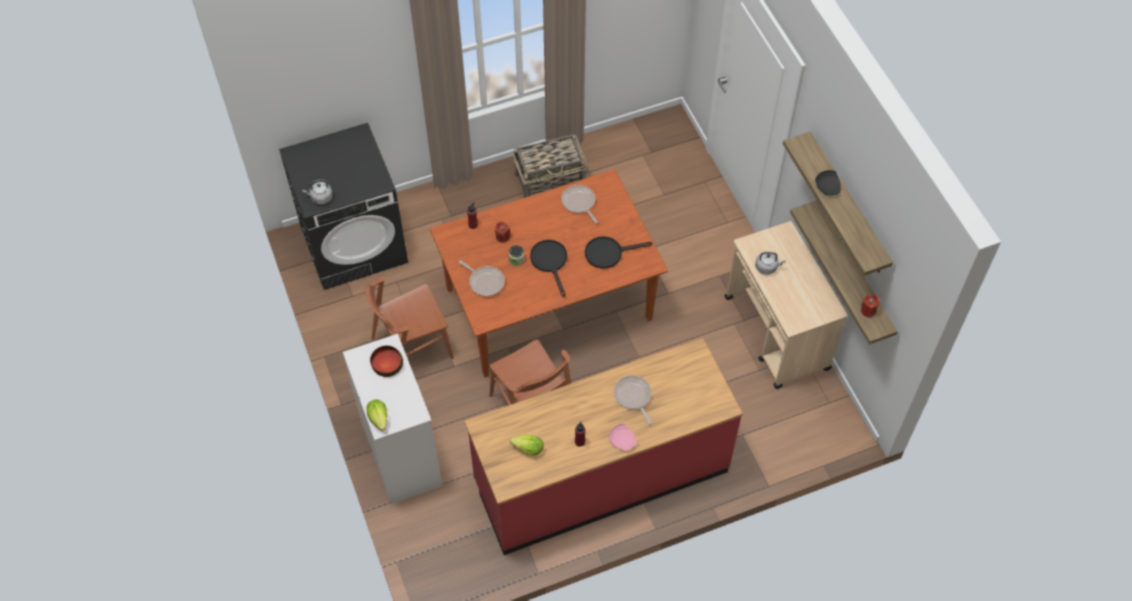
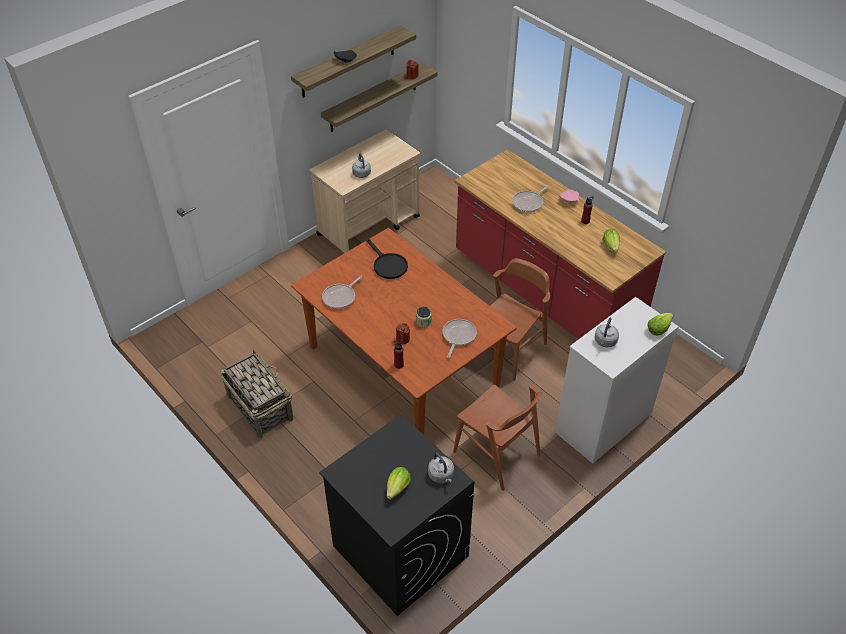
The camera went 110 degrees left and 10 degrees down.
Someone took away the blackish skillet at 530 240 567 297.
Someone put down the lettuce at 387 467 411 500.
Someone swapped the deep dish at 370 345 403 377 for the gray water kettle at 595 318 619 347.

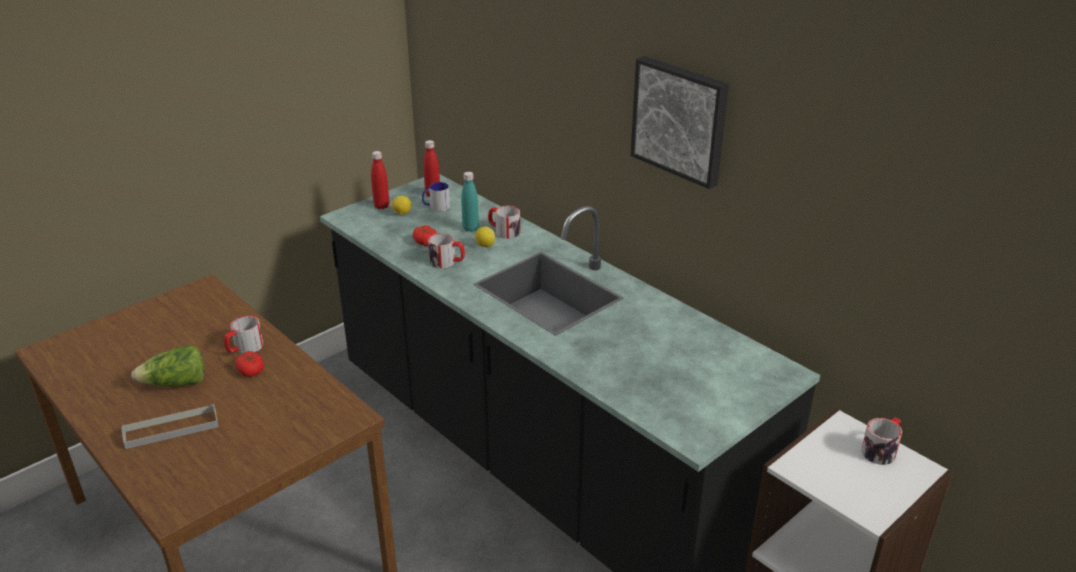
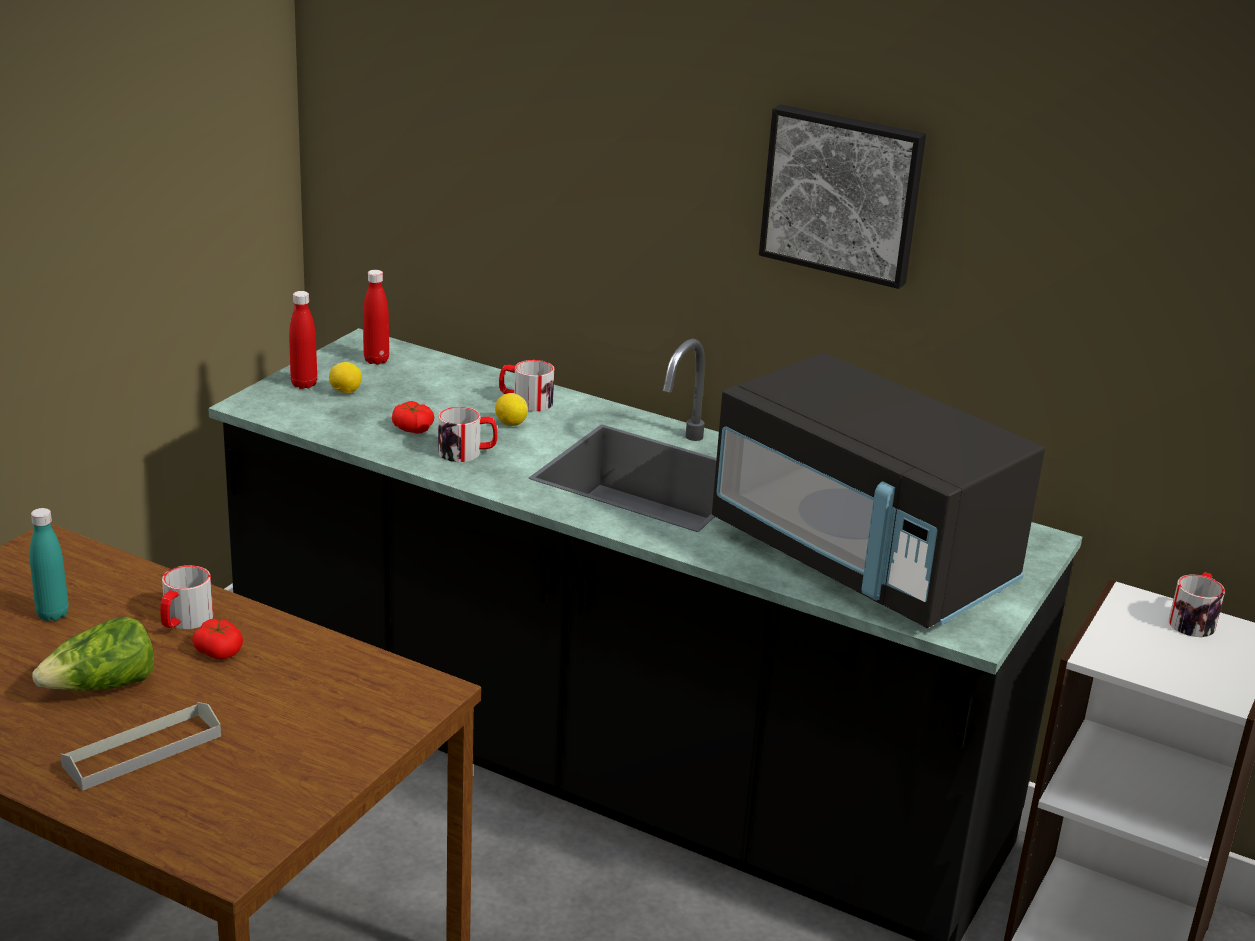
The camera went 20 degrees left and 5 degrees down.
Someone took away the tea mug at 422 182 450 212.
Someone put down the blackish kitchen microwave at 712 353 1045 628.
Someone carried the turquoise-coloured beverage bottle from 461 172 479 232 to 30 508 69 621.

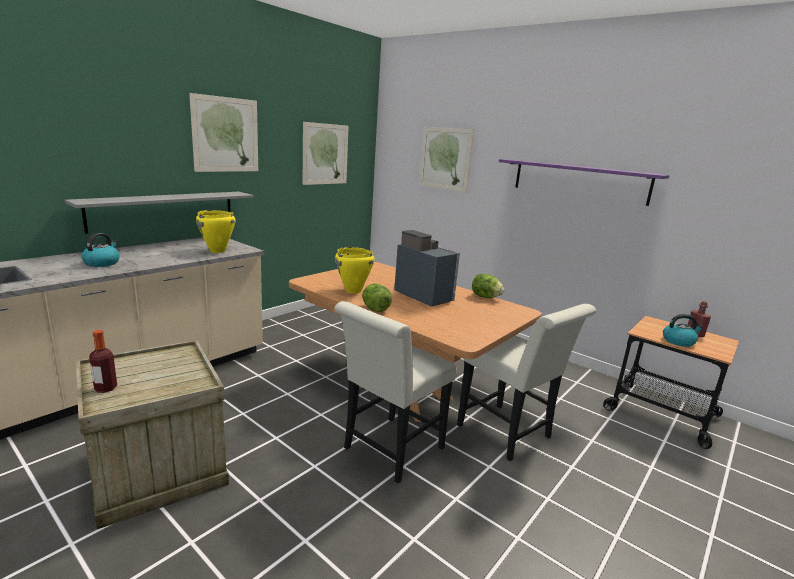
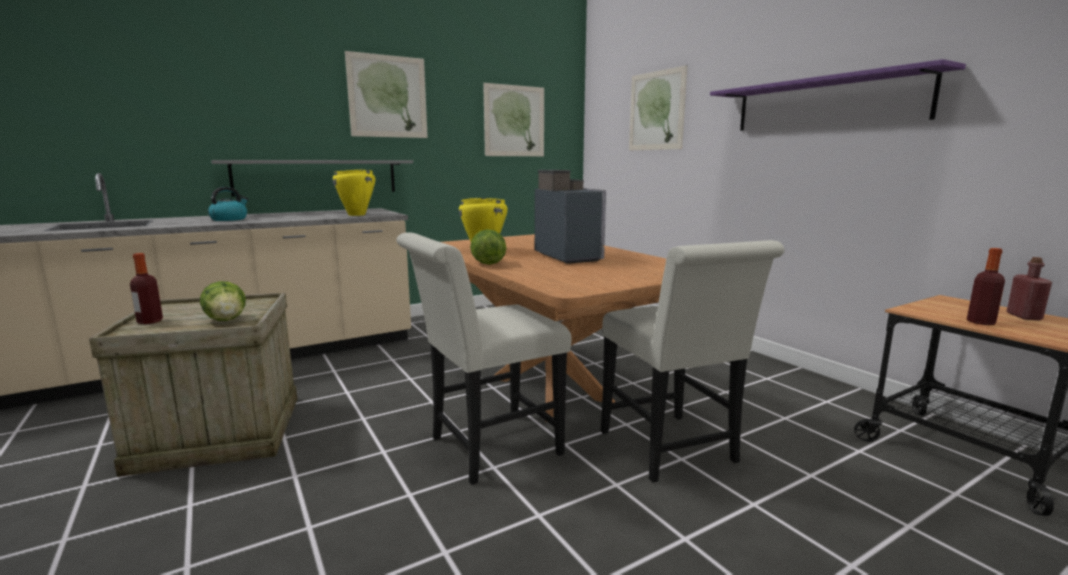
The camera went 20 degrees right and 5 degrees down.
Someone carried the lettuce from 472 274 504 298 to 200 281 246 321.
Someone swapped the water kettle at 663 314 703 347 for the beverage bottle at 967 248 1005 325.

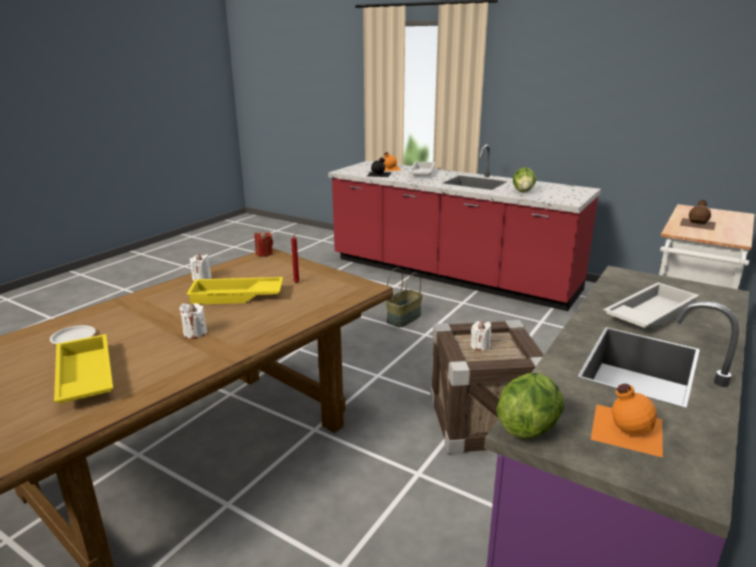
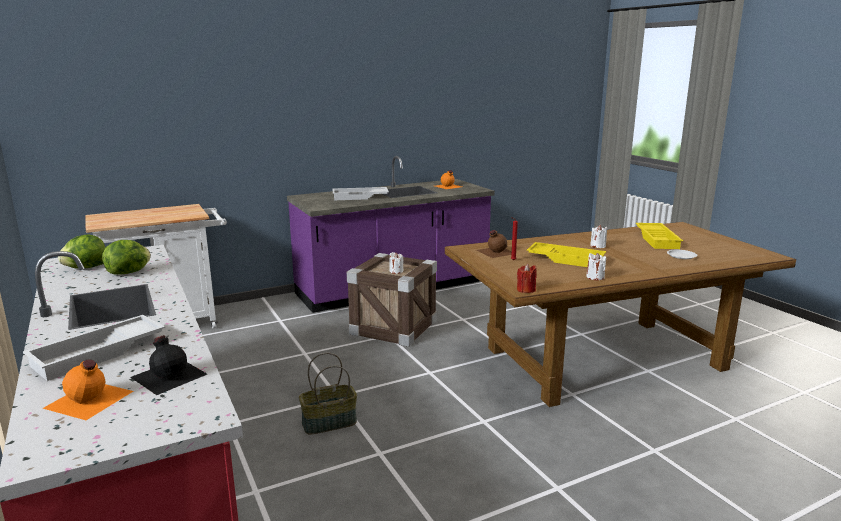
The camera went 150 degrees left and 5 degrees down.
Someone carried the lettuce from 497 373 564 439 to 58 235 106 269.
Someone carried the brown-coloured beverage bottle from 680 200 716 230 to 476 230 517 258.

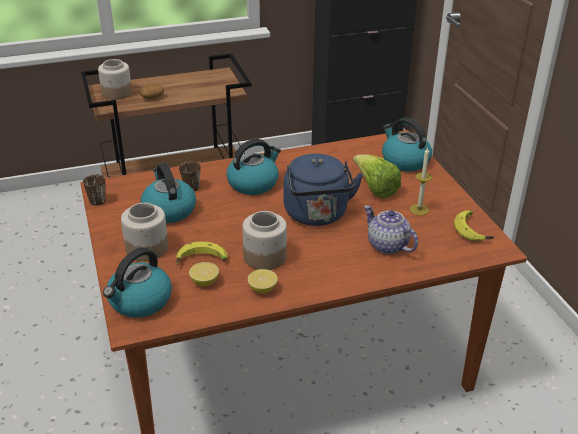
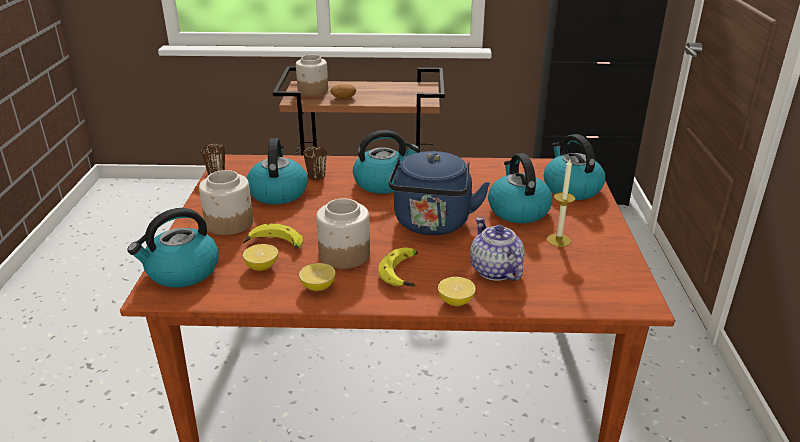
The camera went 20 degrees right and 5 degrees down.
Someone put down the lemon at 438 277 476 306.
Someone carried the whole banana from 454 210 494 241 to 378 248 418 287.
Someone swapped the lettuce at 353 154 401 199 for the water kettle at 488 153 553 223.

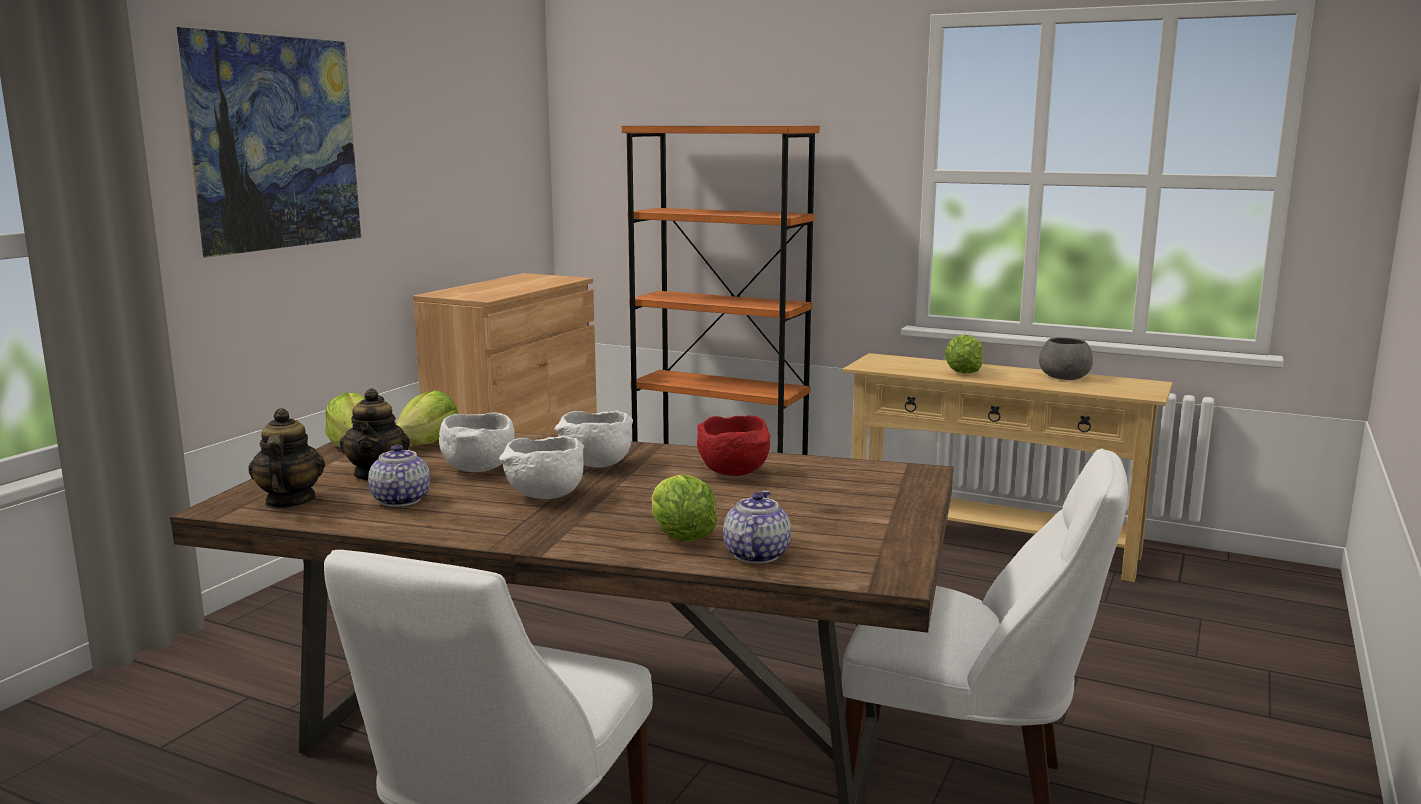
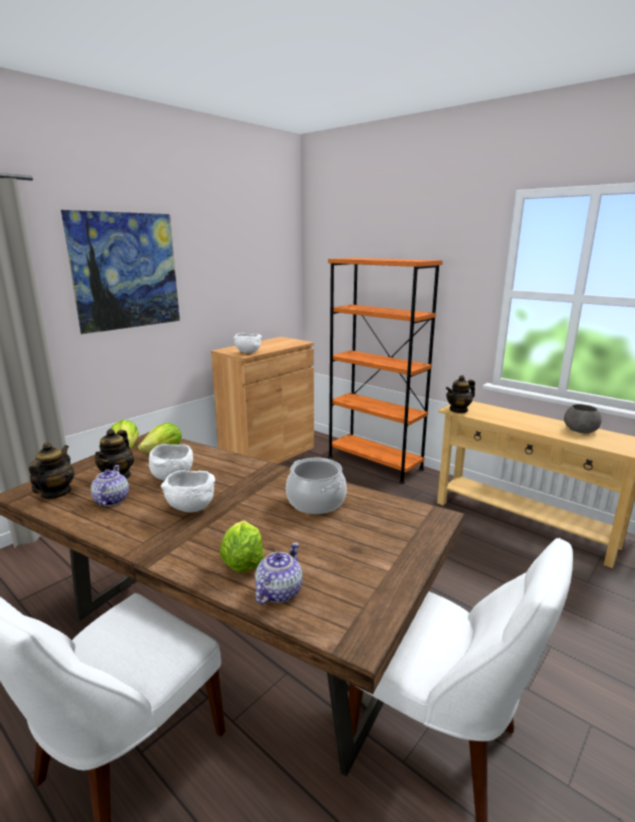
The camera went 15 degrees right and 5 degrees up.
Someone took away the lettuce at 945 335 983 373.
Someone put down the pot for tea at 446 375 475 413.
Someone carried the white deep dish from 555 410 633 468 to 233 333 262 353.
Someone swapped the reddish deep dish at 697 415 770 476 for the stockpot at 286 458 347 514.

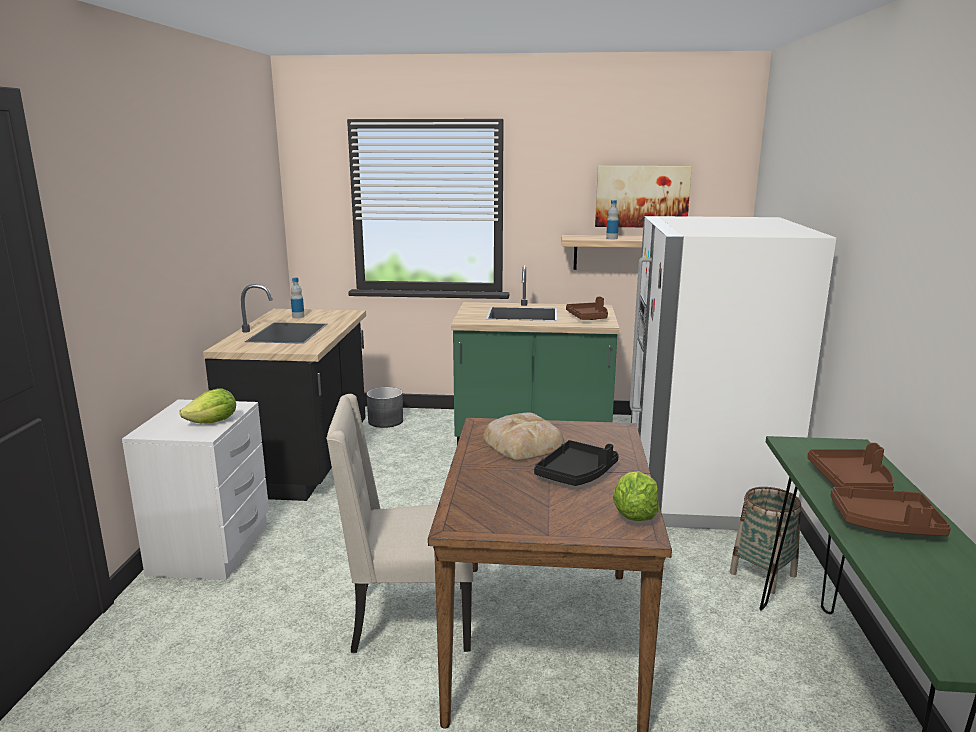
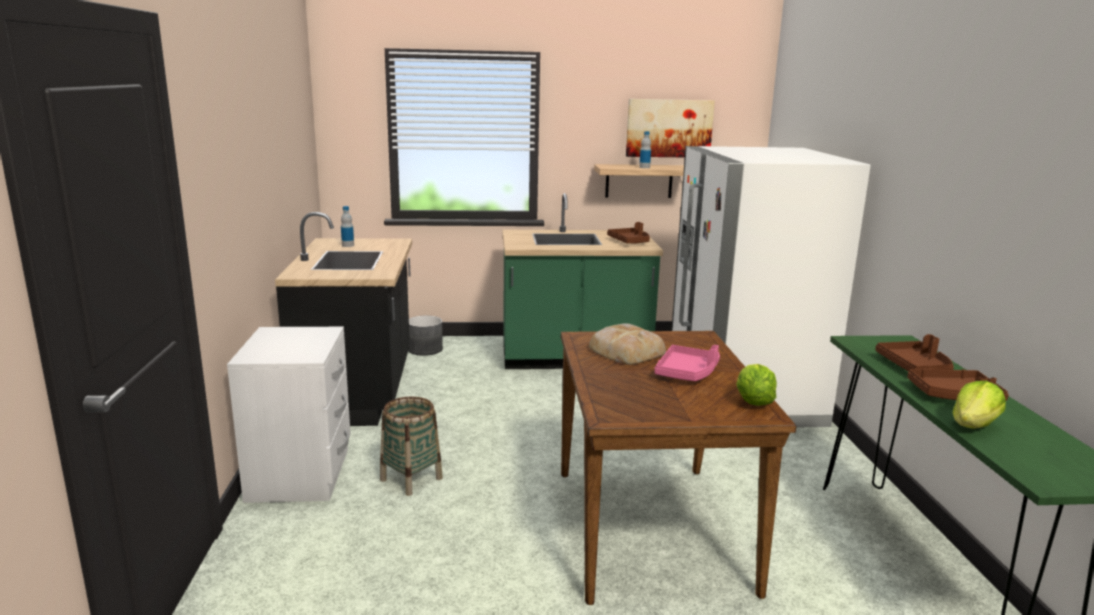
The camera went 10 degrees left and 0 degrees up.
Someone took away the beige chair at 326 394 473 653.
Someone carried the lettuce from 179 389 236 423 to 953 381 1006 429.
Someone carried the basket from 729 487 802 594 to 380 397 443 496.
Someone repainted the blackish tray at 534 440 619 486, which became the pink-coloured tray at 654 345 720 381.

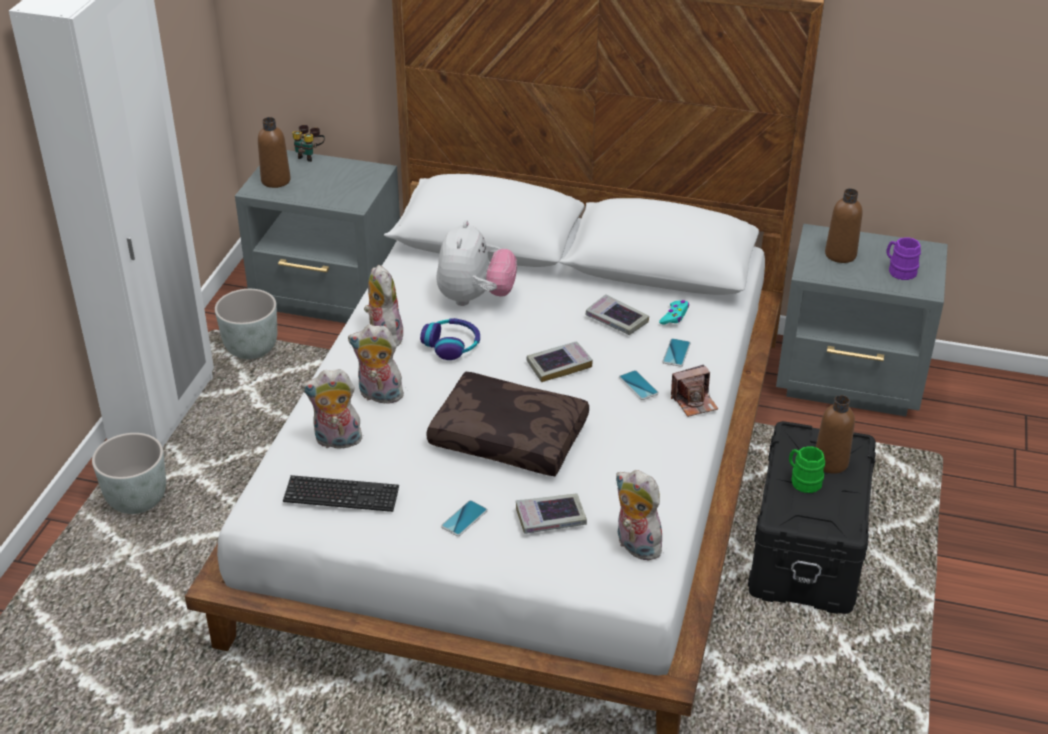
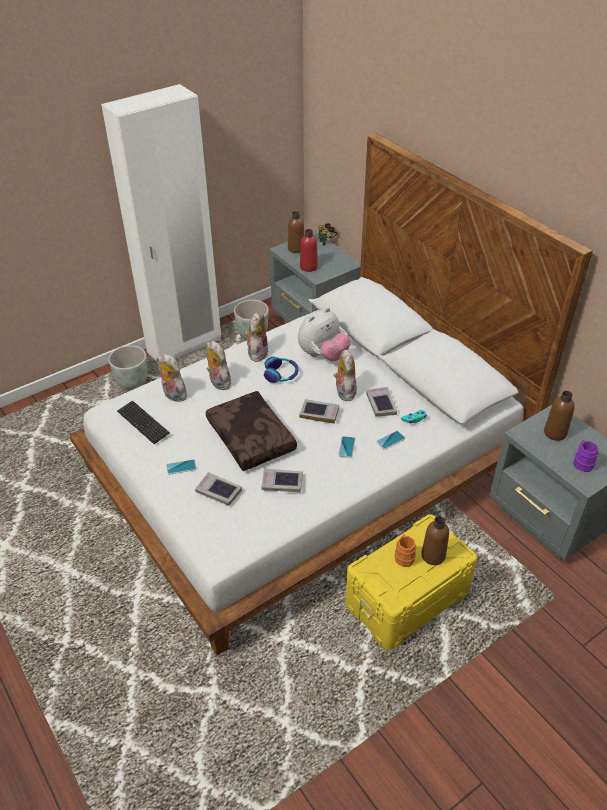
The camera went 40 degrees right and 5 degrees up.
Someone took away the still camera at 671 365 718 417.
Someone put down the book at 261 468 303 492.
Someone put down the reddish beverage bottle at 300 229 318 272.
Someone carried the plush toy from 615 470 662 560 to 334 350 357 401.
Someone repainted the blackish storage bin at 748 421 876 614, which became the yellow storage bin at 345 514 477 650.
Someone repainted the greenish tea mug at 789 446 825 493, which became the orange tea mug at 395 534 416 567.

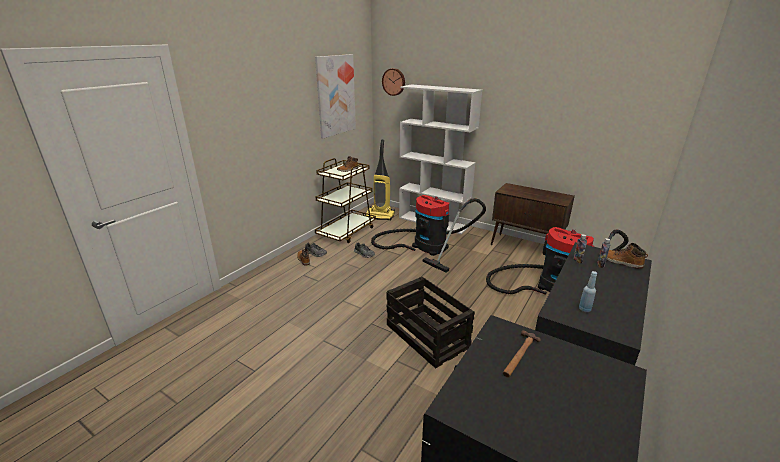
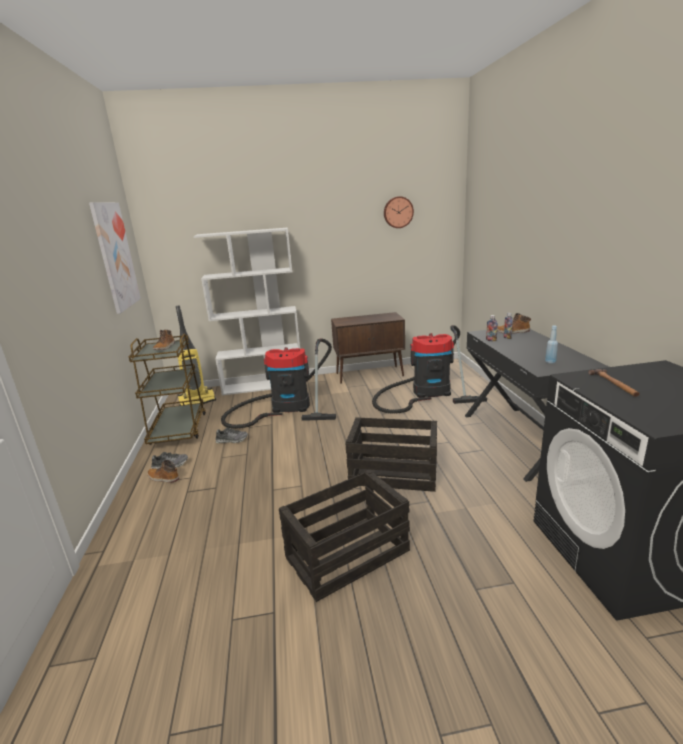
The camera went 40 degrees left and 5 degrees down.
Someone put down the crate at 279 470 410 602.
Someone carried the clock on the wall from 382 68 405 96 to 384 196 414 228.

